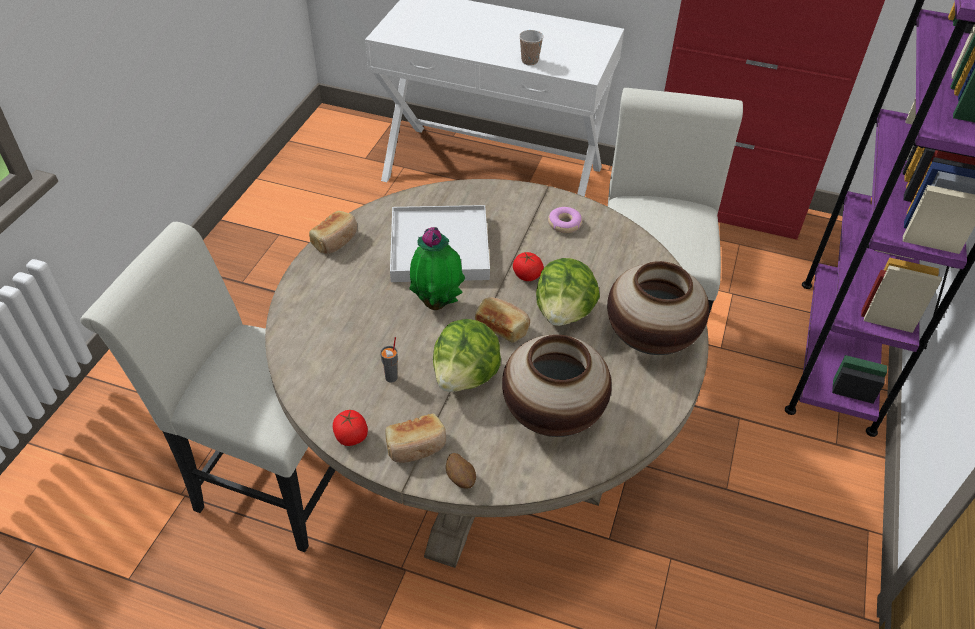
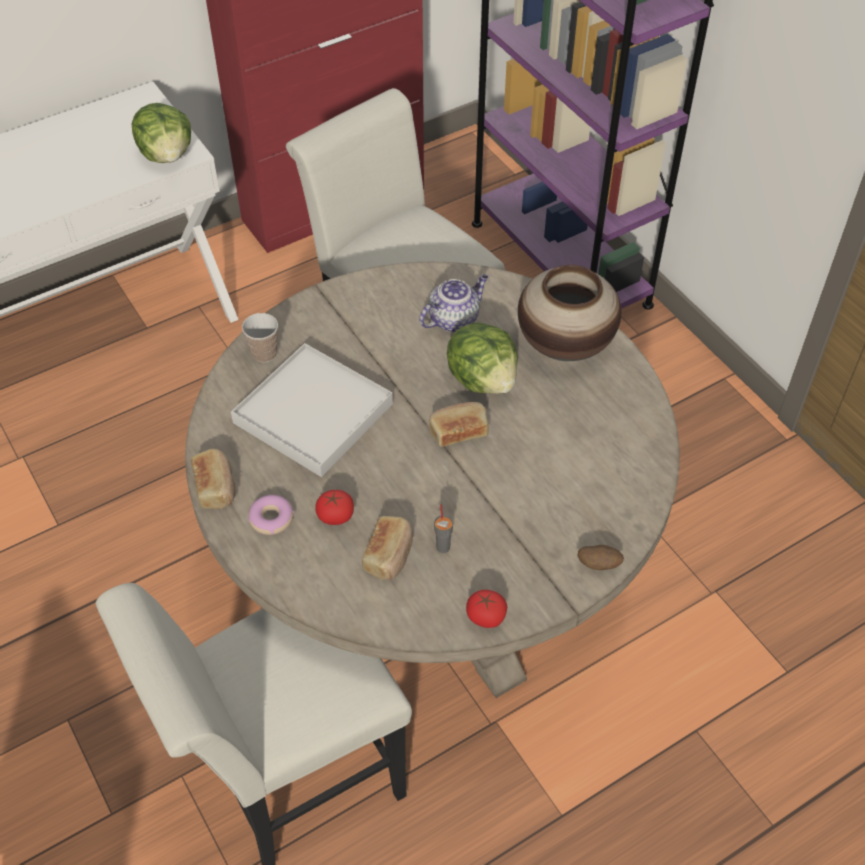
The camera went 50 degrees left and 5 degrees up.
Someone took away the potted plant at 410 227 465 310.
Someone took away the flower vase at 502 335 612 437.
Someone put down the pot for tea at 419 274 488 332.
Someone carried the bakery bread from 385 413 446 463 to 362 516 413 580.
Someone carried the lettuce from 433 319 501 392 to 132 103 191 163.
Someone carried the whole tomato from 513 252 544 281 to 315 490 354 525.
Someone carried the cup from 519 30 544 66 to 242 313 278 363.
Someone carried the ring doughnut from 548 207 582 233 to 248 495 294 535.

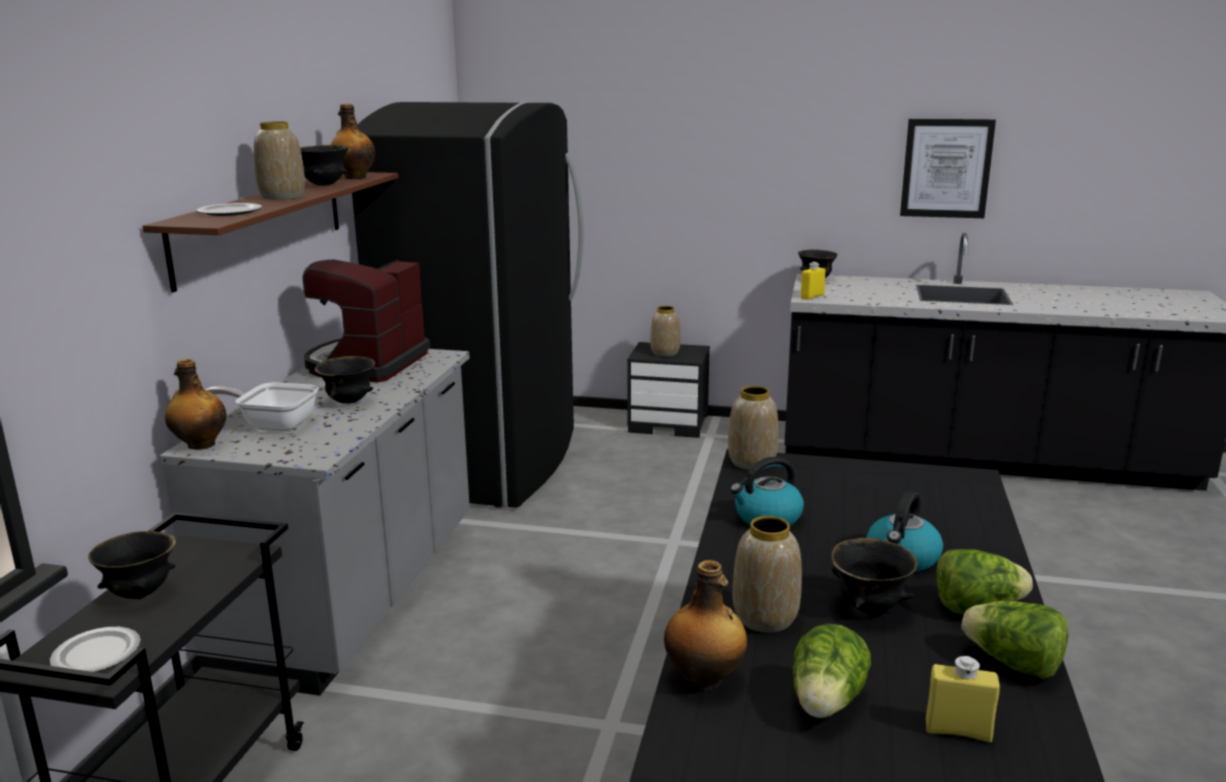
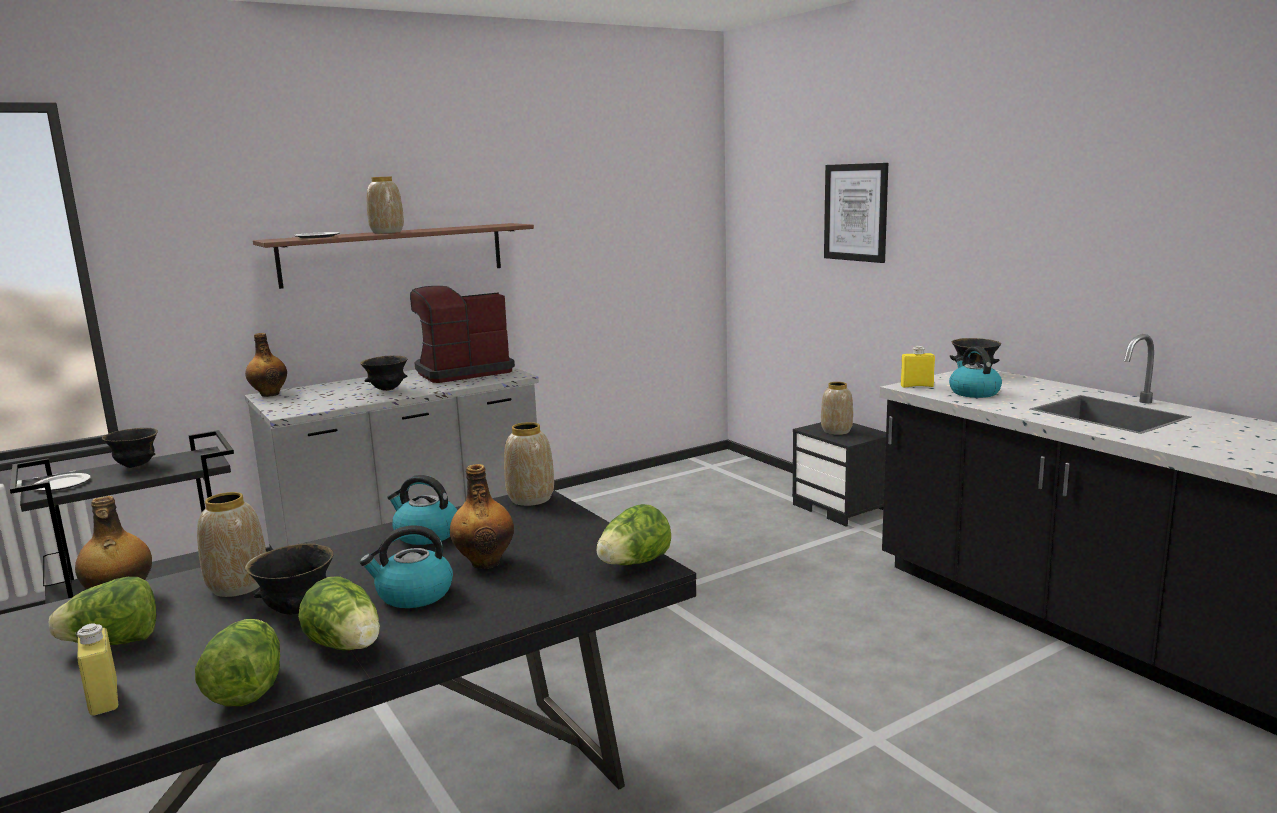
The camera went 45 degrees right and 5 degrees down.
Someone took away the skillet at 205 382 319 431.
Someone took away the blackish deep dish at 300 145 349 186.
Someone took away the blackish refrigerator at 352 102 584 508.
Someone put down the lettuce at 596 504 671 565.
Someone put down the water kettle at 949 346 1002 398.
Someone carried the beverage bottle from 330 104 376 179 to 450 464 514 569.
Someone carried the picture from 900 119 996 218 to 824 163 888 263.

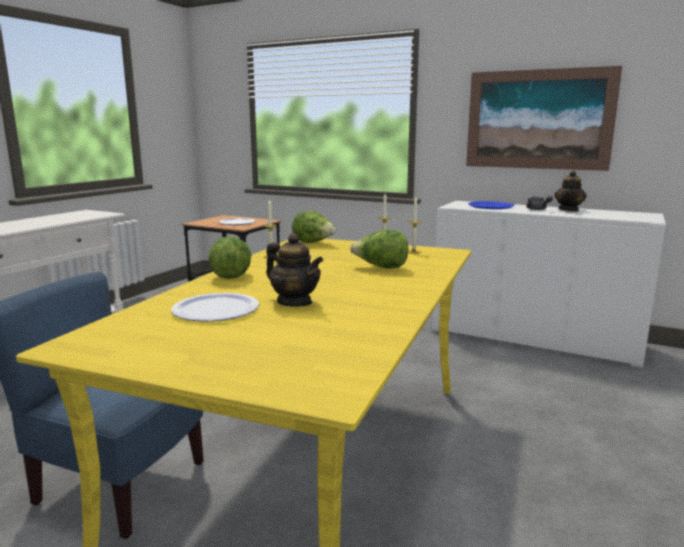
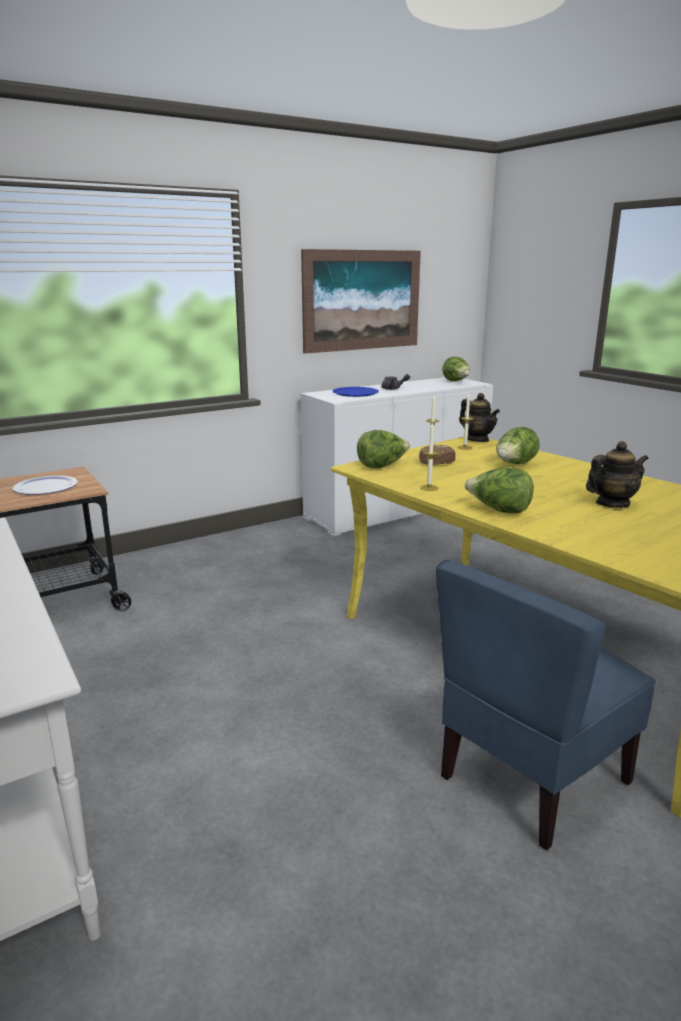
The camera went 60 degrees left and 5 degrees up.
Someone took away the flat dish at 171 293 259 321.
Someone put down the bakery bread at 419 445 456 465.
Someone put down the lettuce at 442 357 470 381.
Someone carried the pot for tea from 555 170 587 212 to 459 393 500 442.

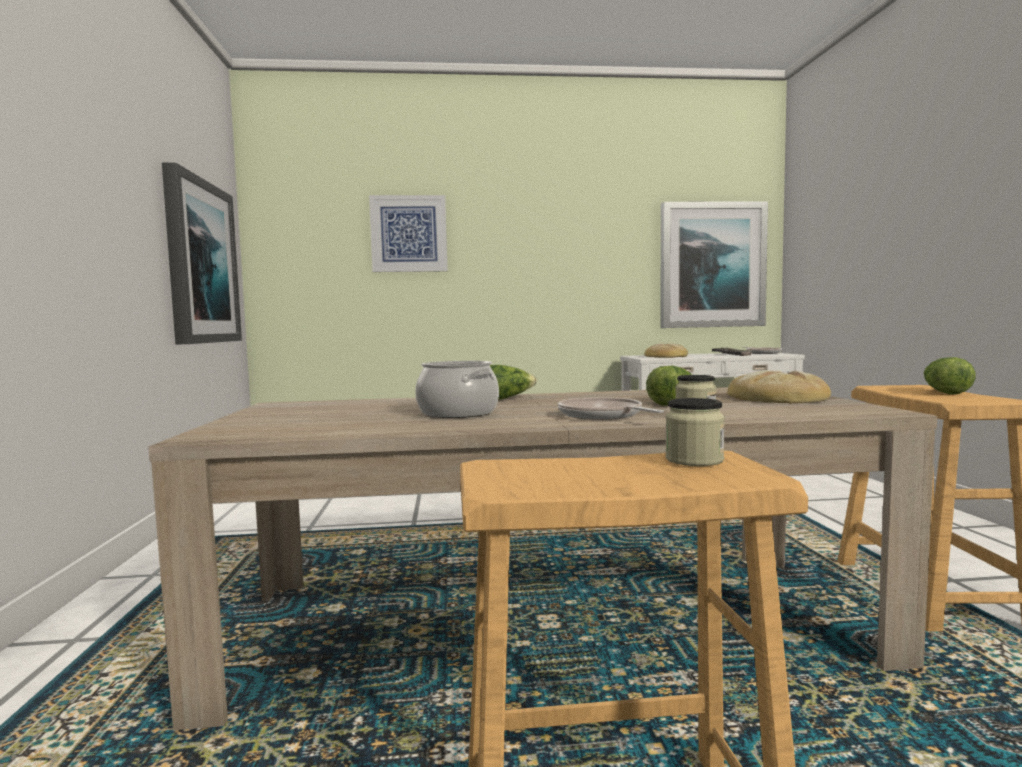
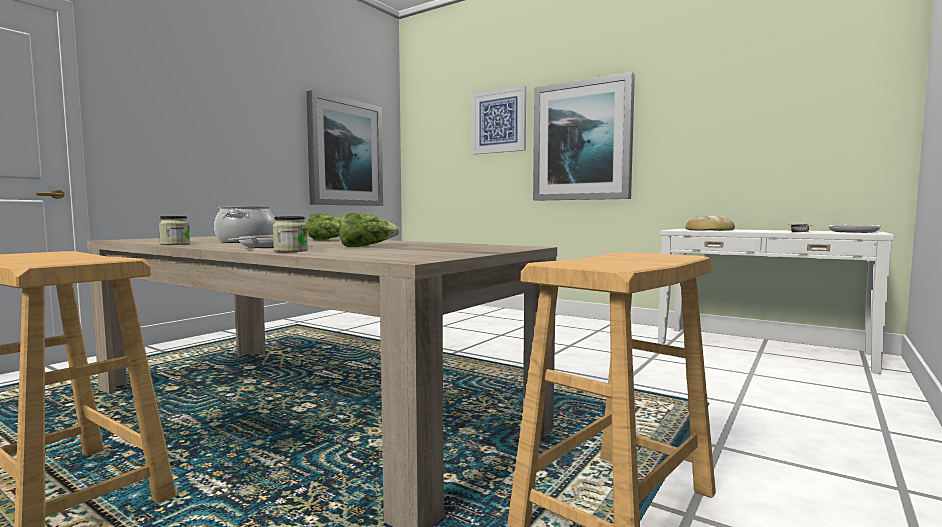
The camera went 40 degrees right and 0 degrees up.
Someone took away the bakery bread at 727 371 831 403.
Someone took away the lettuce at 924 357 975 394.
Someone carried the picture from 660 202 768 328 to 533 72 635 201.
Someone carried the jar from 665 398 725 466 to 159 216 190 245.

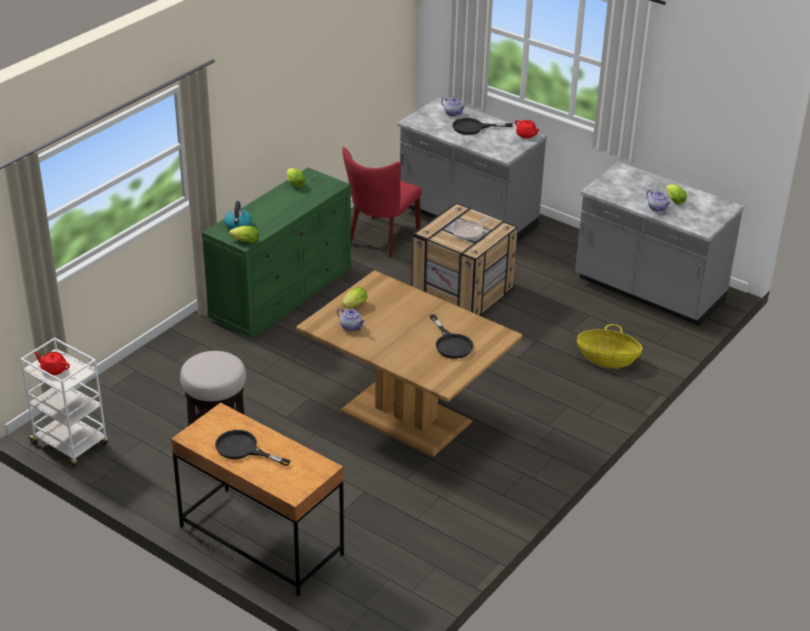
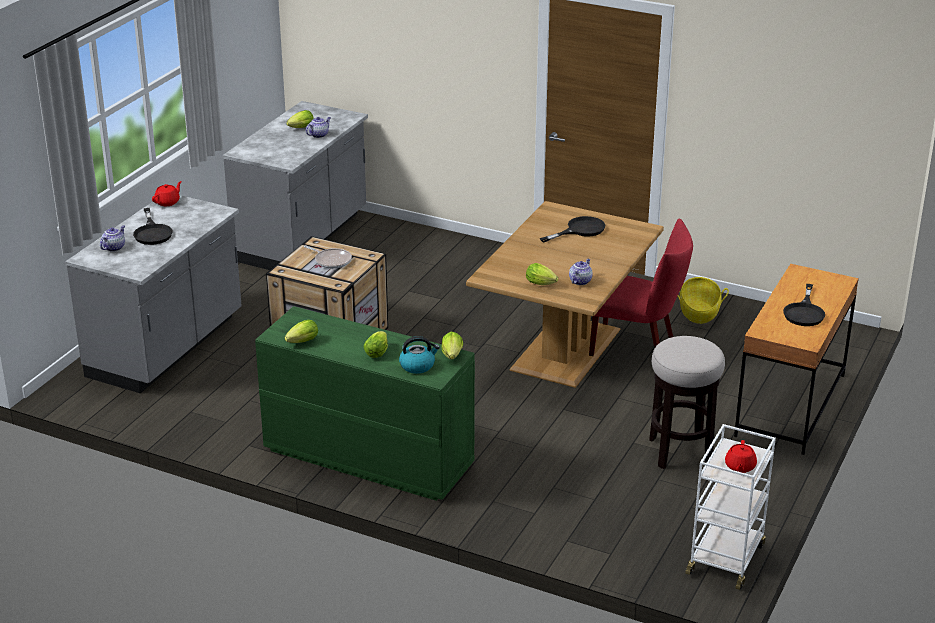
The camera went 100 degrees left and 5 degrees down.
Someone put down the lettuce at 364 331 388 358.
Someone carried the reddish chair from 342 147 422 258 to 589 219 693 356.
Someone carried the basket from 577 324 642 368 to 678 277 729 324.

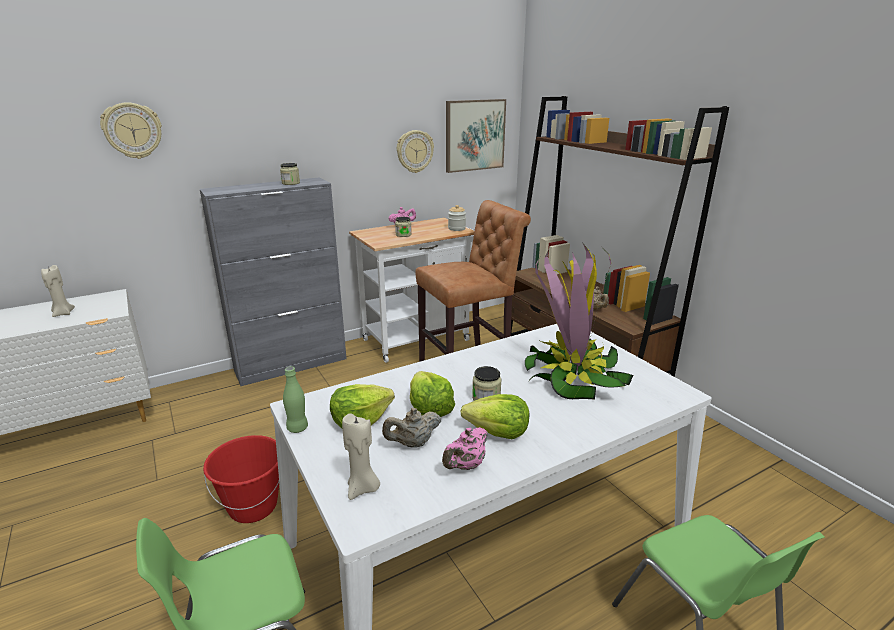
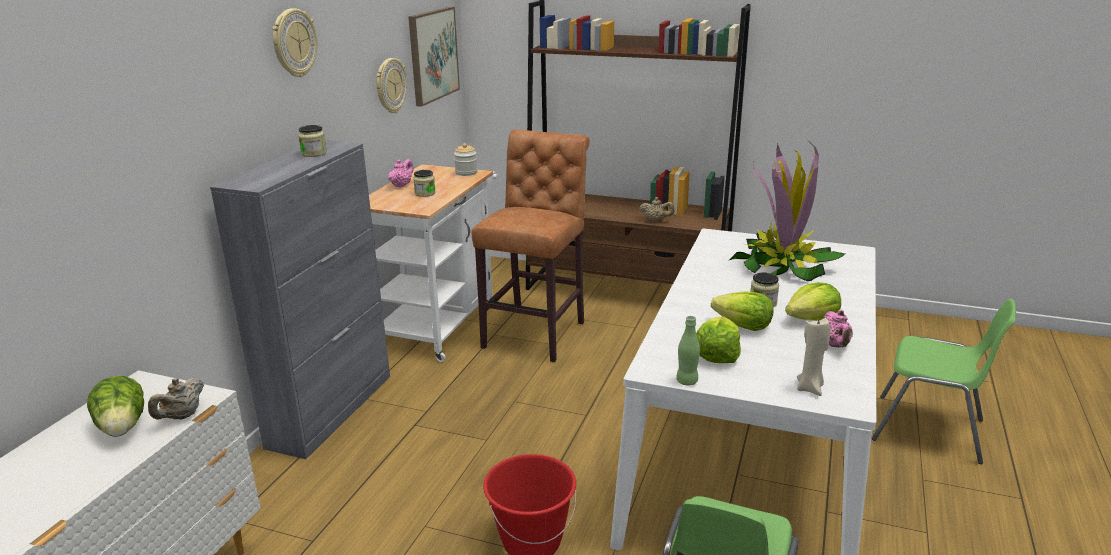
The camera went 40 degrees left and 0 degrees up.
Someone carried the clock on the wall from 100 102 162 159 to 273 8 317 77.
Someone carried the beige pot for tea from 382 408 441 448 to 148 378 204 420.
Someone swapped the beige candle at 41 265 75 317 for the lettuce at 87 376 144 437.

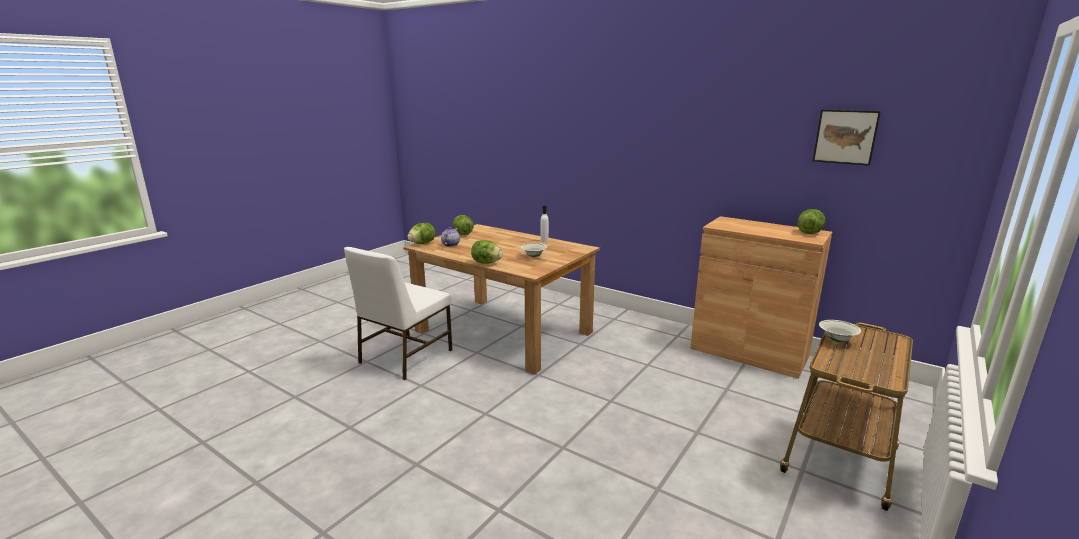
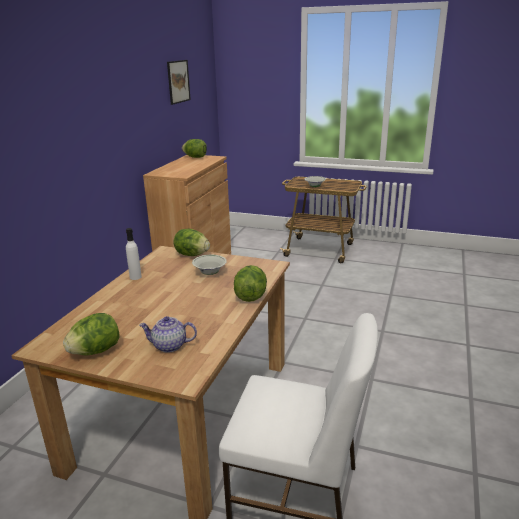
The camera went 105 degrees left and 5 degrees up.
Someone carried the lettuce from 408 223 436 244 to 174 229 210 256.

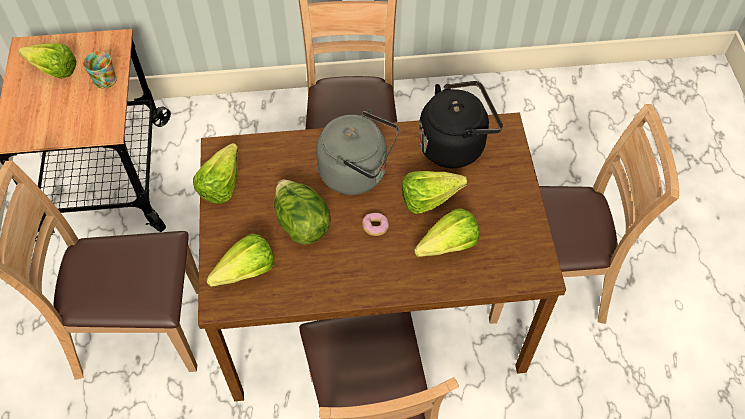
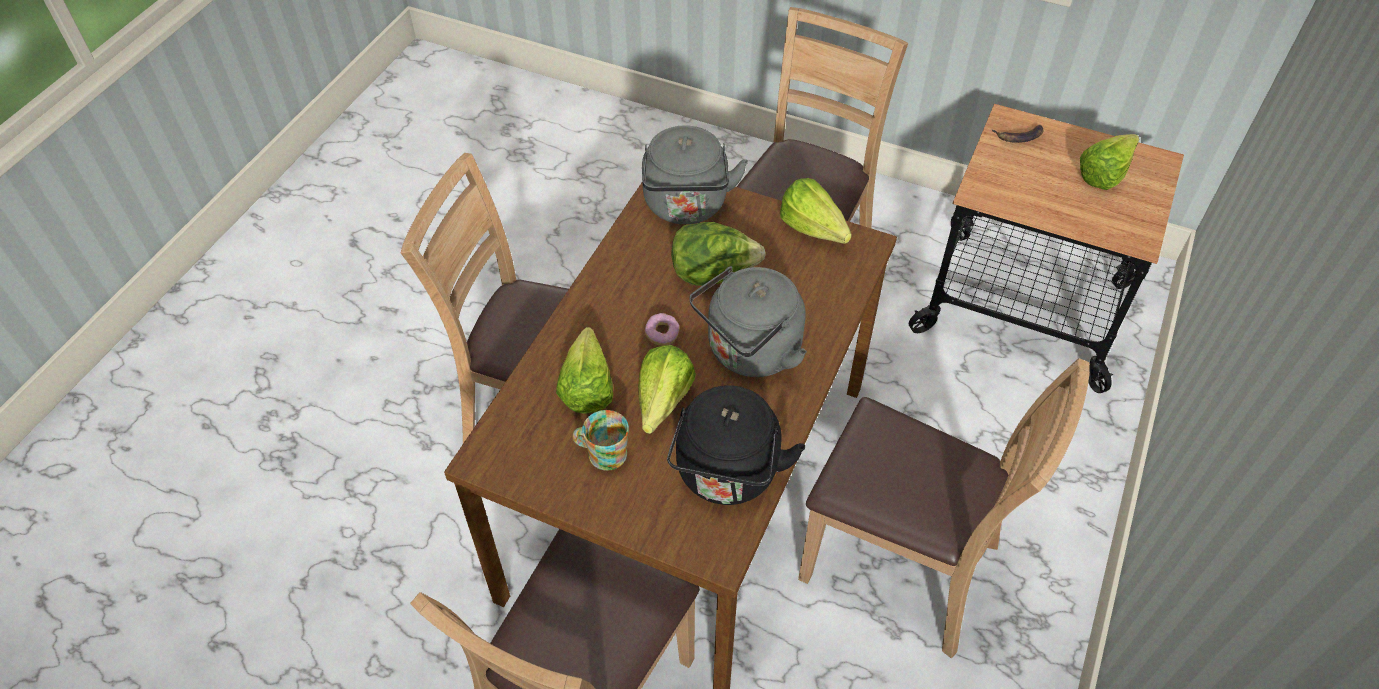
The camera went 120 degrees right and 5 degrees down.
Someone put down the whole banana at 992 125 1044 143.
Someone carried the tea mug from 83 51 117 89 to 572 410 629 471.
Someone swapped the lettuce at 207 233 274 287 for the gray water kettle at 642 125 748 224.

